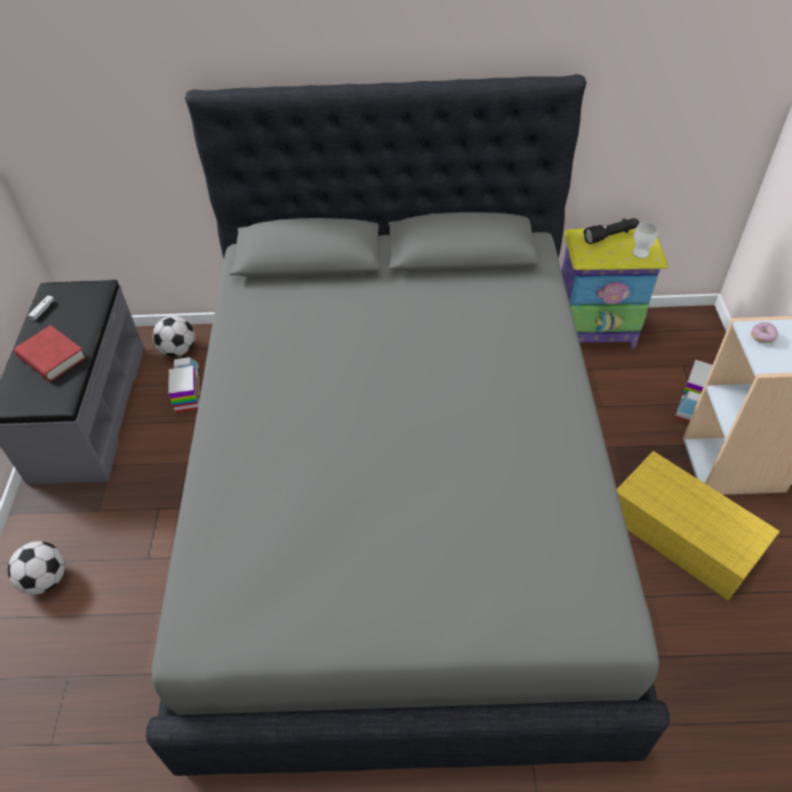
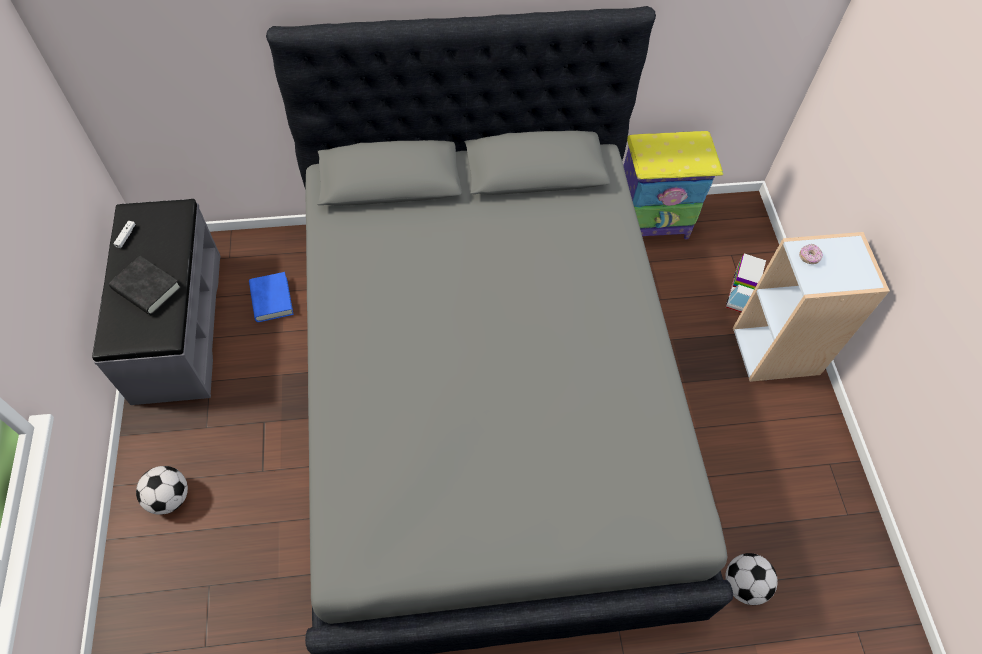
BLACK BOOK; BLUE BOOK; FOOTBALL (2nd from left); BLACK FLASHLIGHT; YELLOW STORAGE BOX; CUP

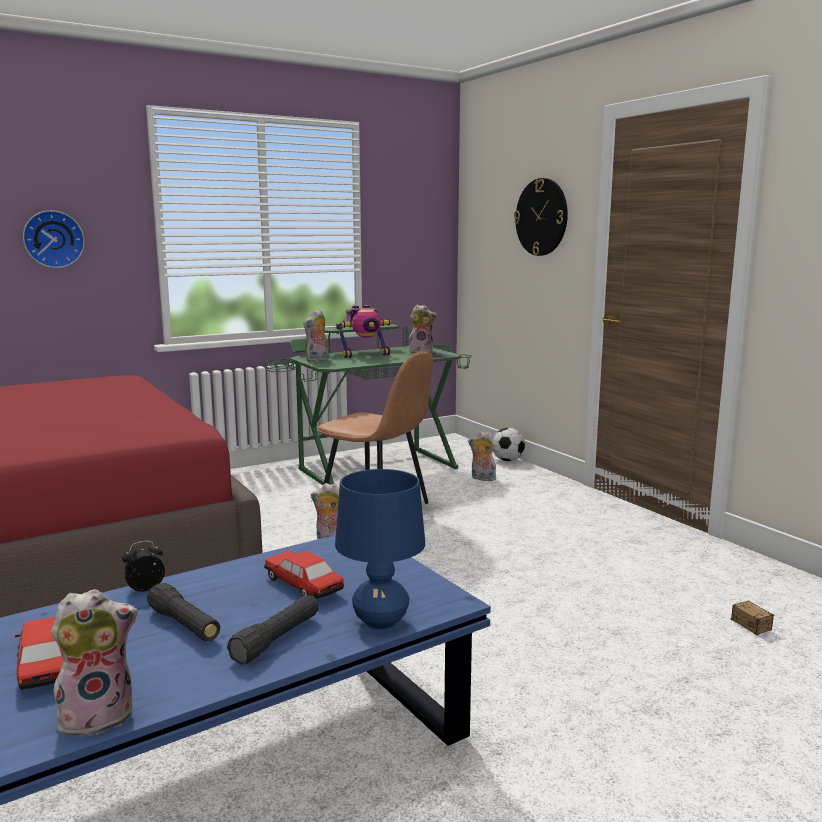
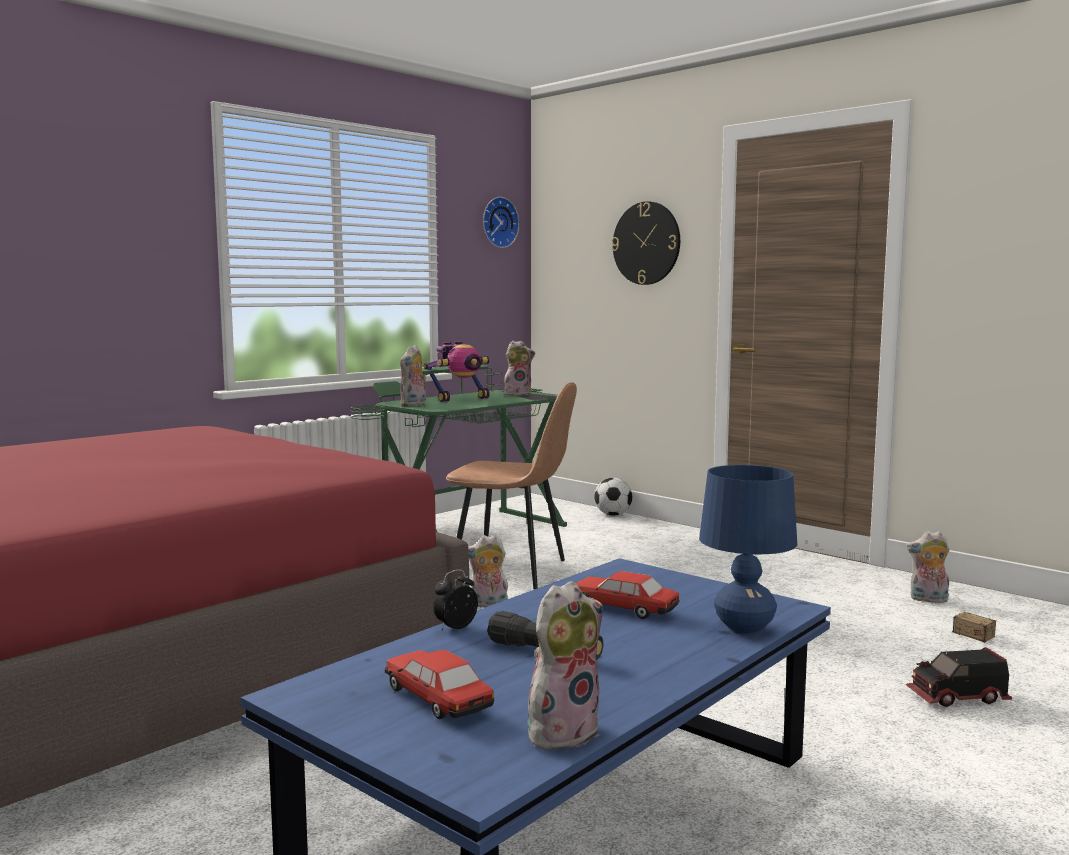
WALL CLOCK (1st from left); TOY TRUCK; PLUSH TOY (5th from left); BLACK FLASHLIGHT (2nd from left in the first image)

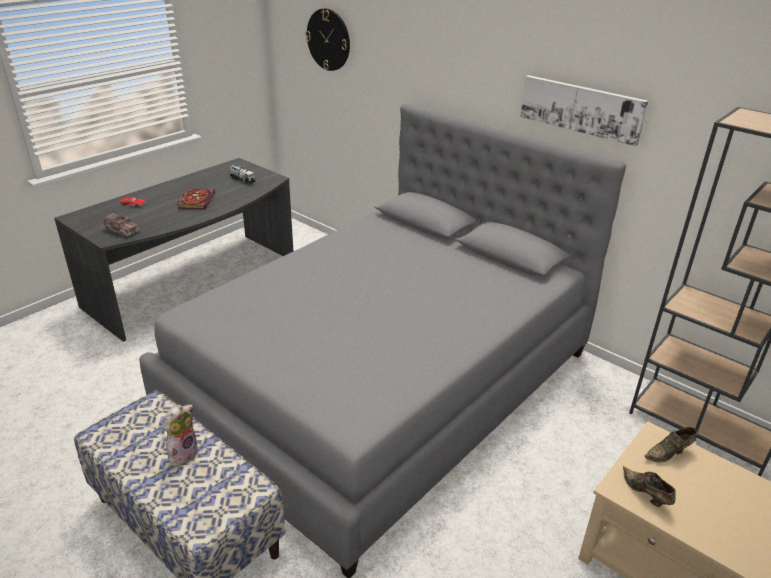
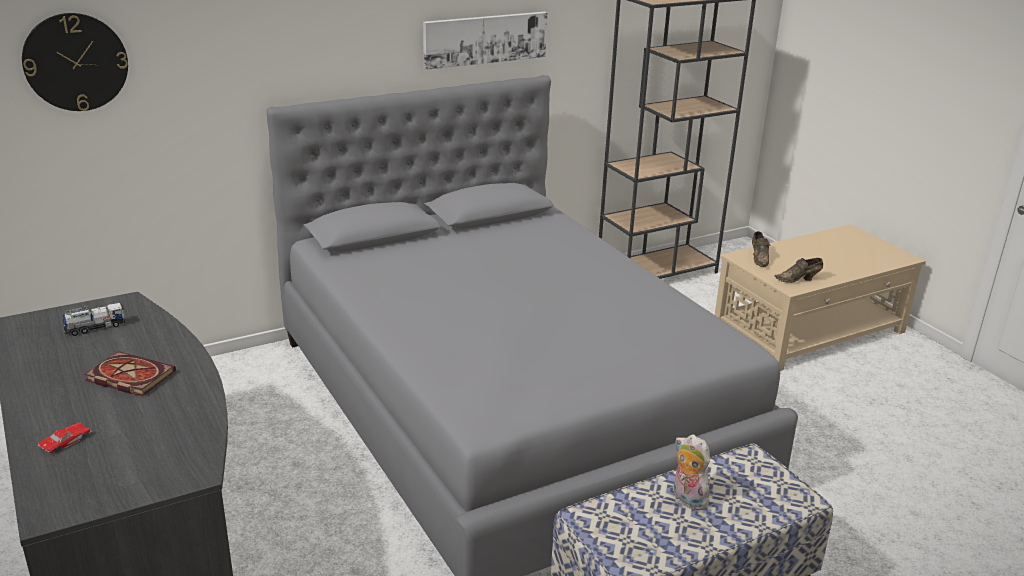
TOY TRUCK (1st from left in the first image)

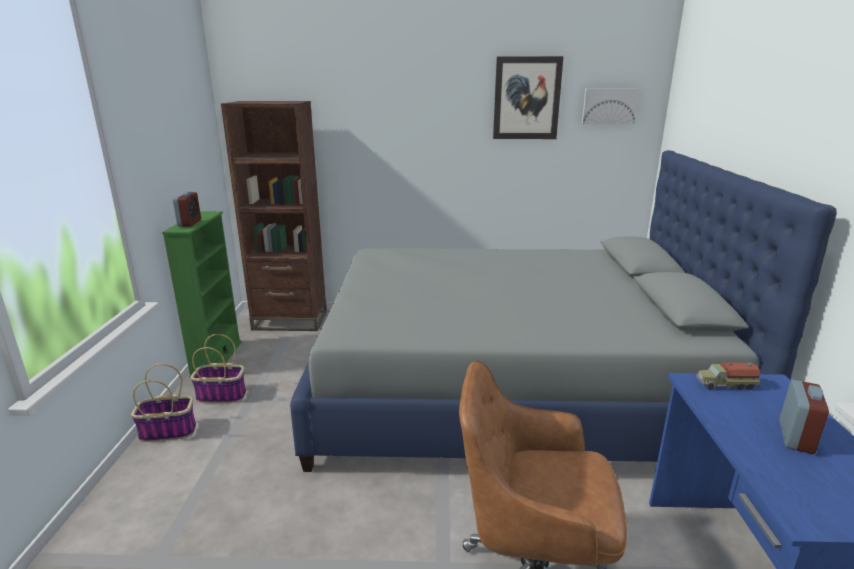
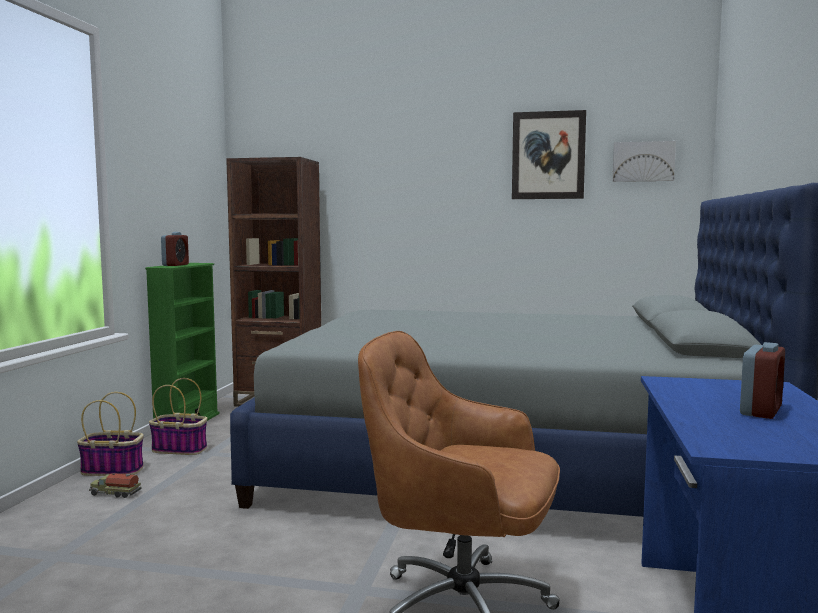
TOY TRUCK

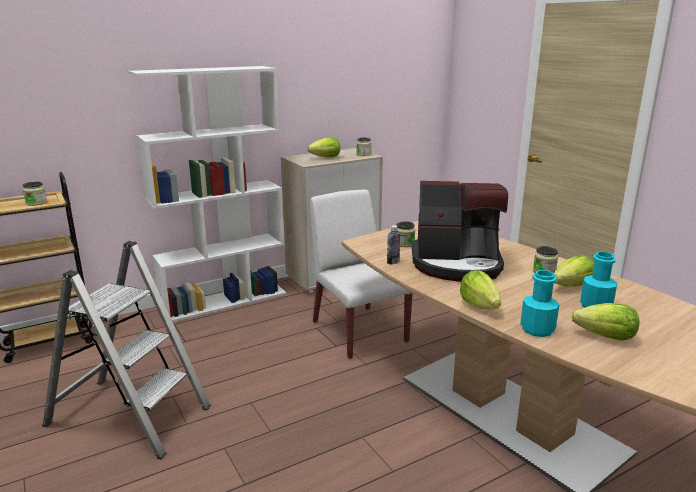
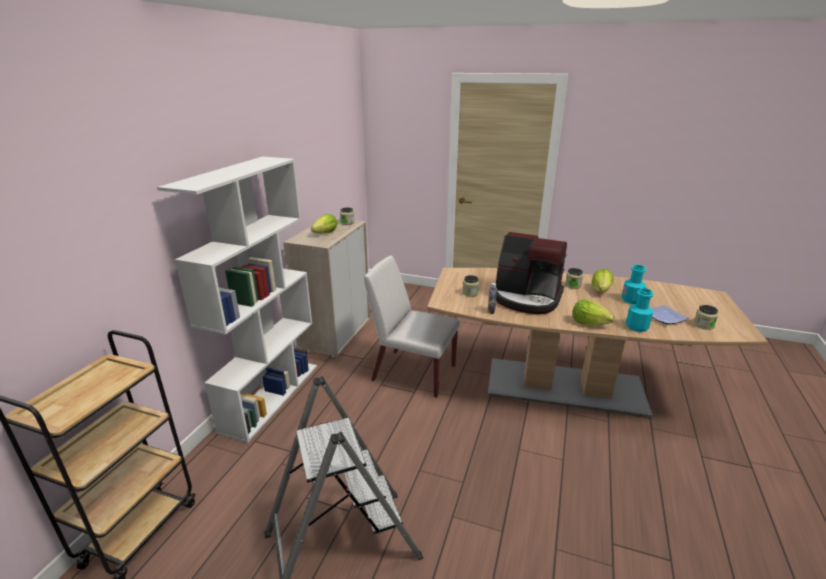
COFFEE MACHINE; PLATE; JAR (4th from left)

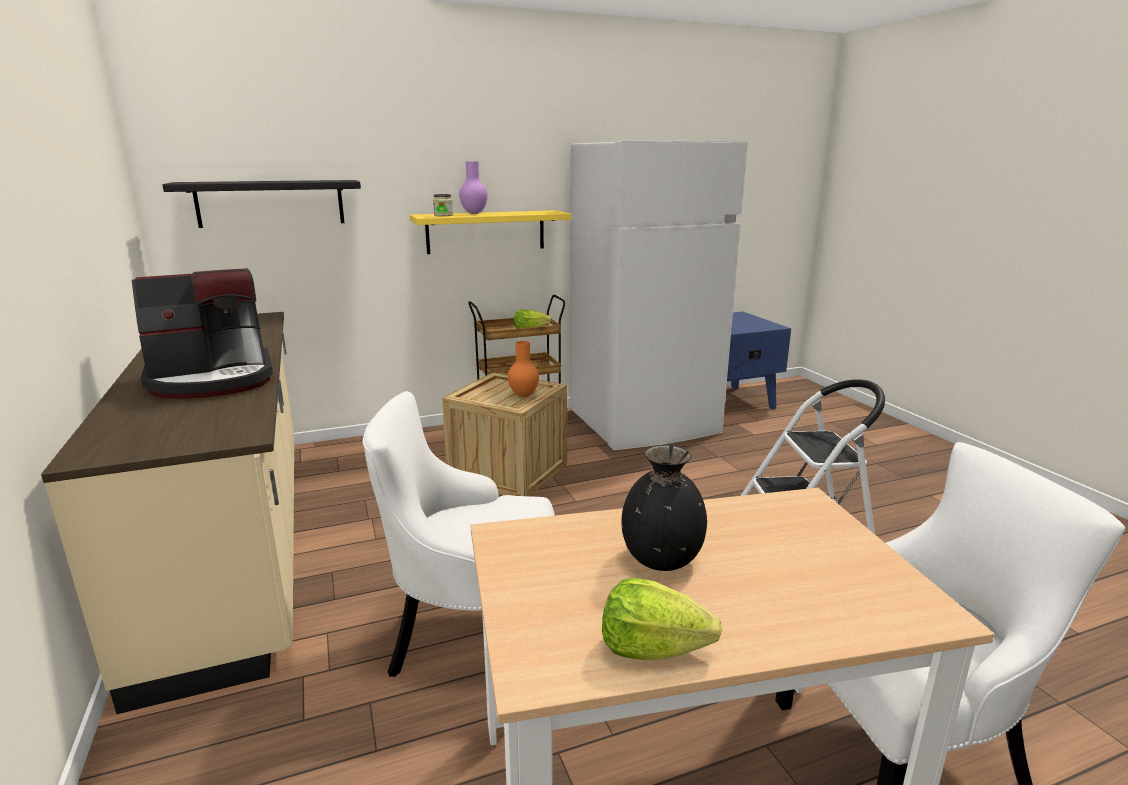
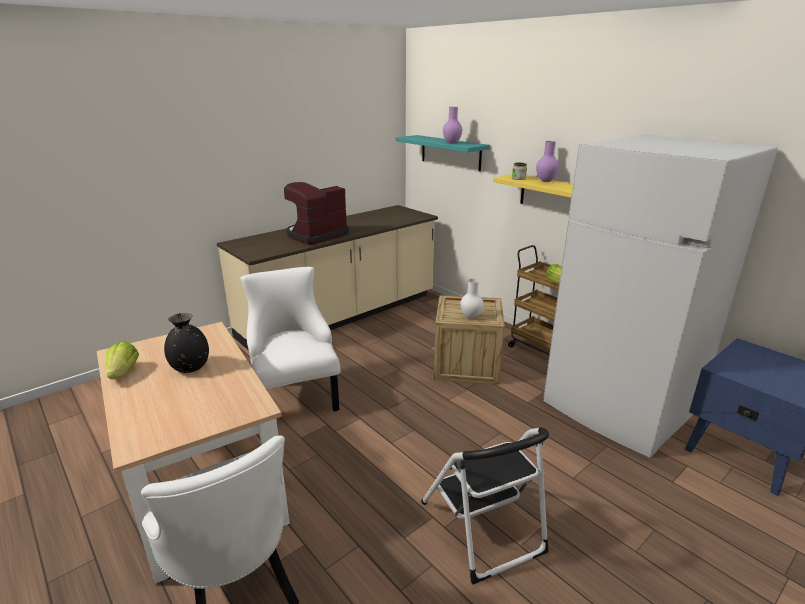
COFFEE MACHINE; TURQUOISE SHELF; PURPLE VASE (1st from left); WHITE VASE

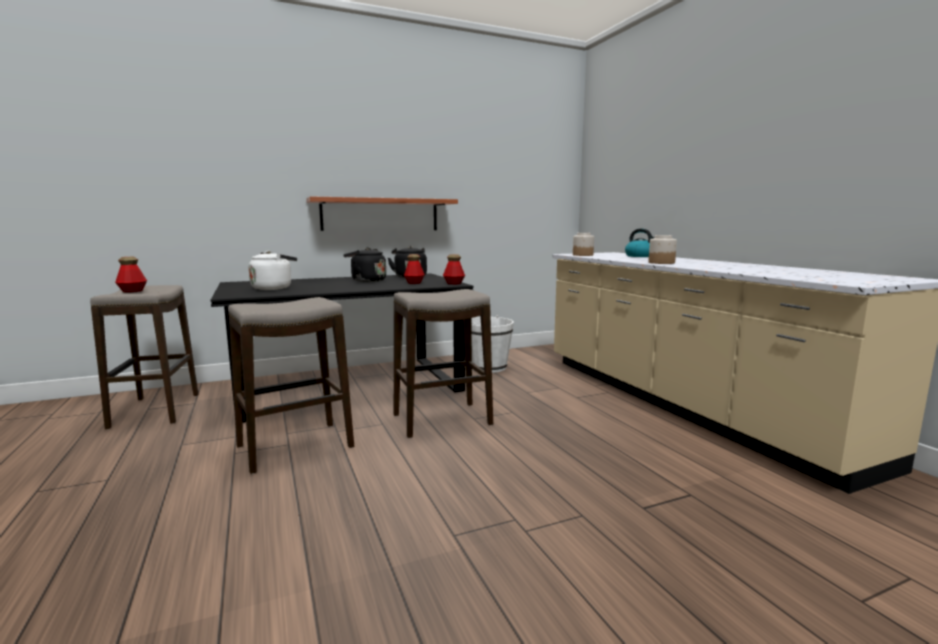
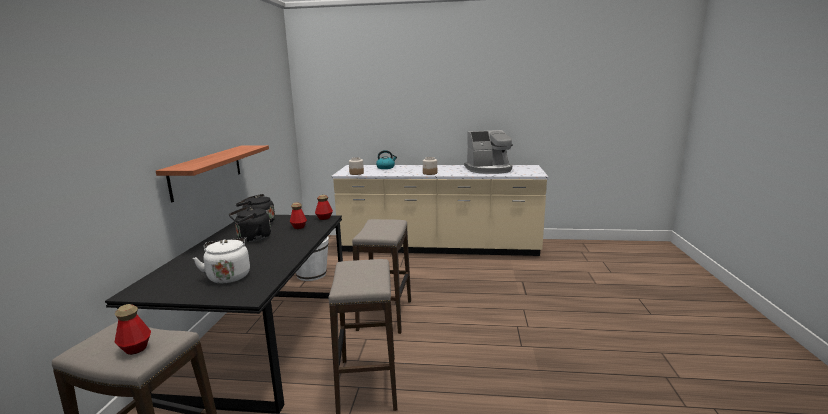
COFFEE MACHINE

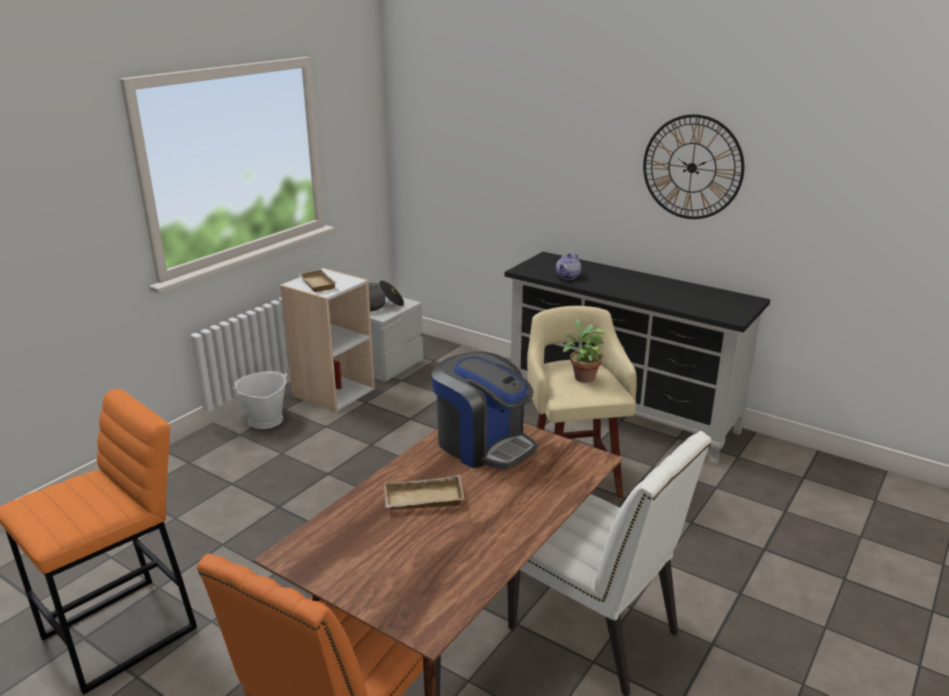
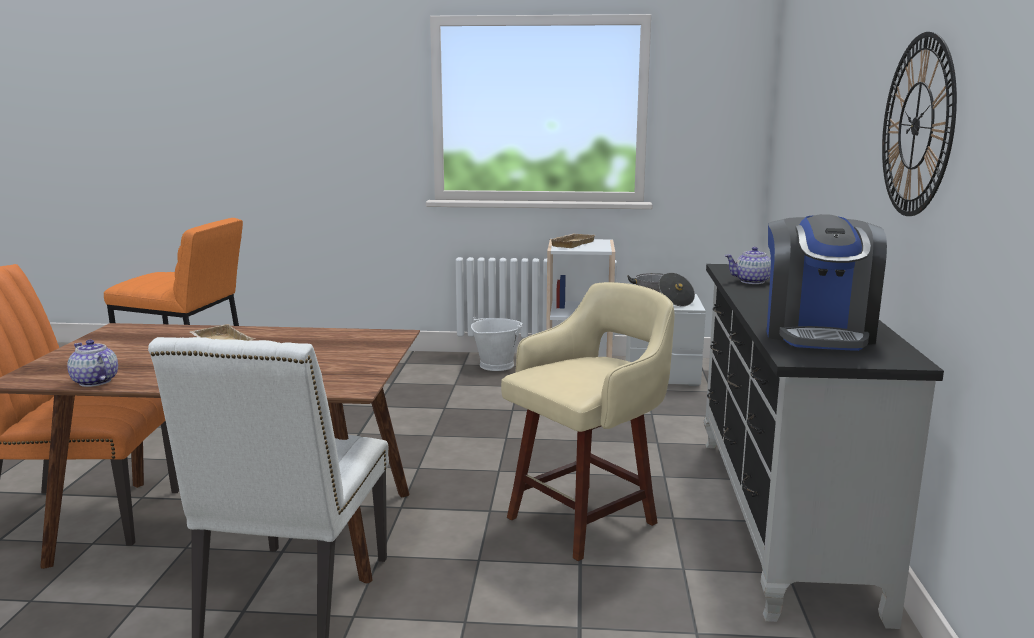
TEAPOT (1st from left); COFFEE MACHINE; POTTED PLANT

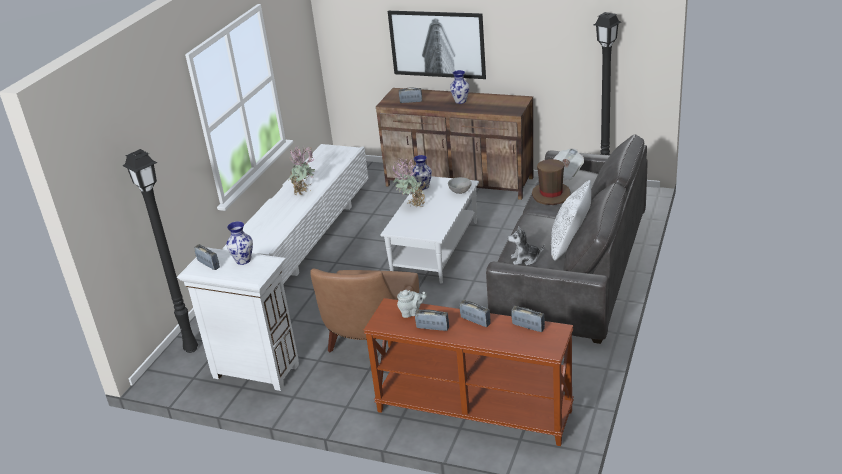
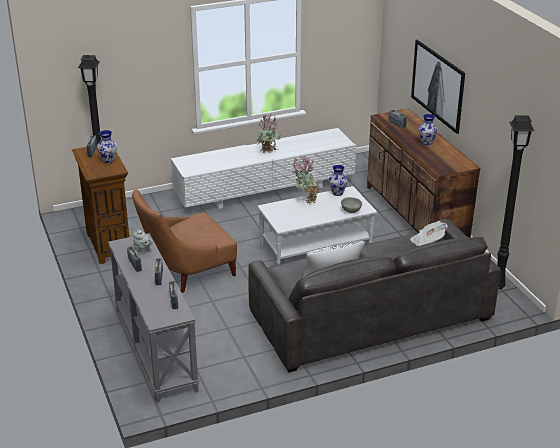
BROWN CABINET (1st from left); GREY CONSOLE TABLE; PLUSH TOY; BROWN HAT

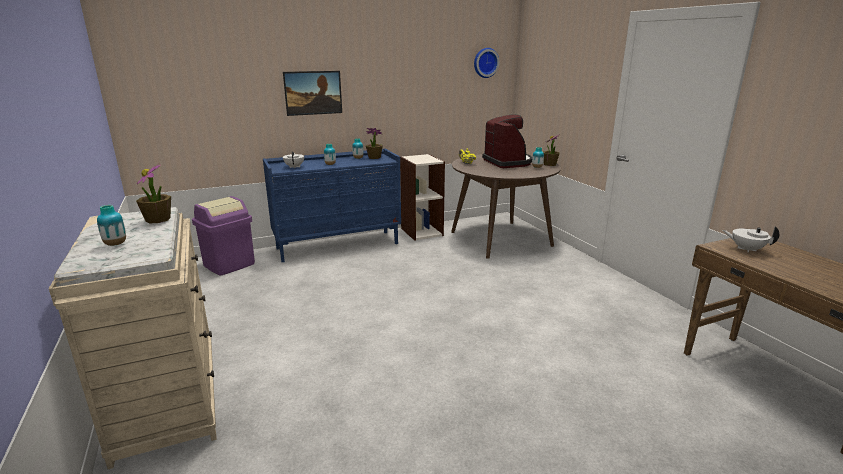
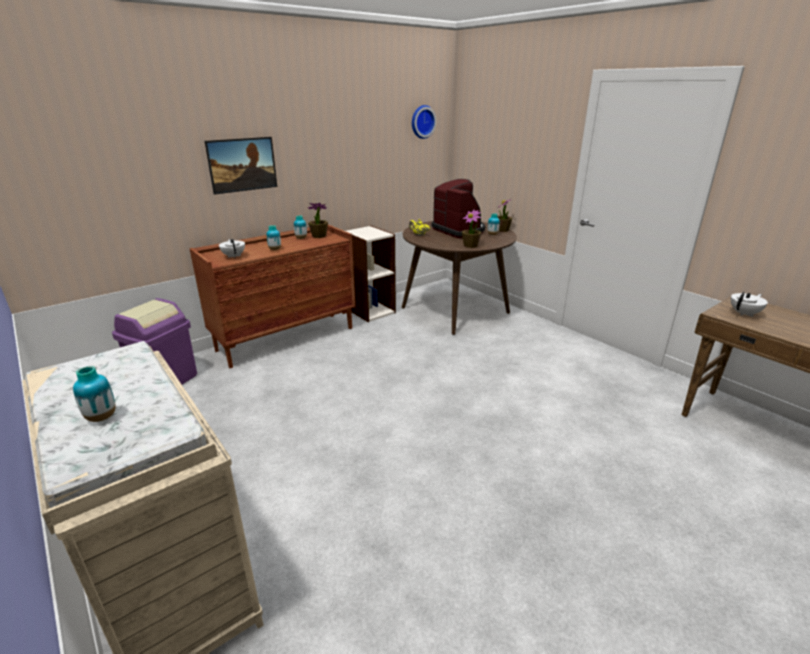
BROWN CABINET; POTTED PLANT (2nd from left); WHITE TEAPOT (2nd from left)

